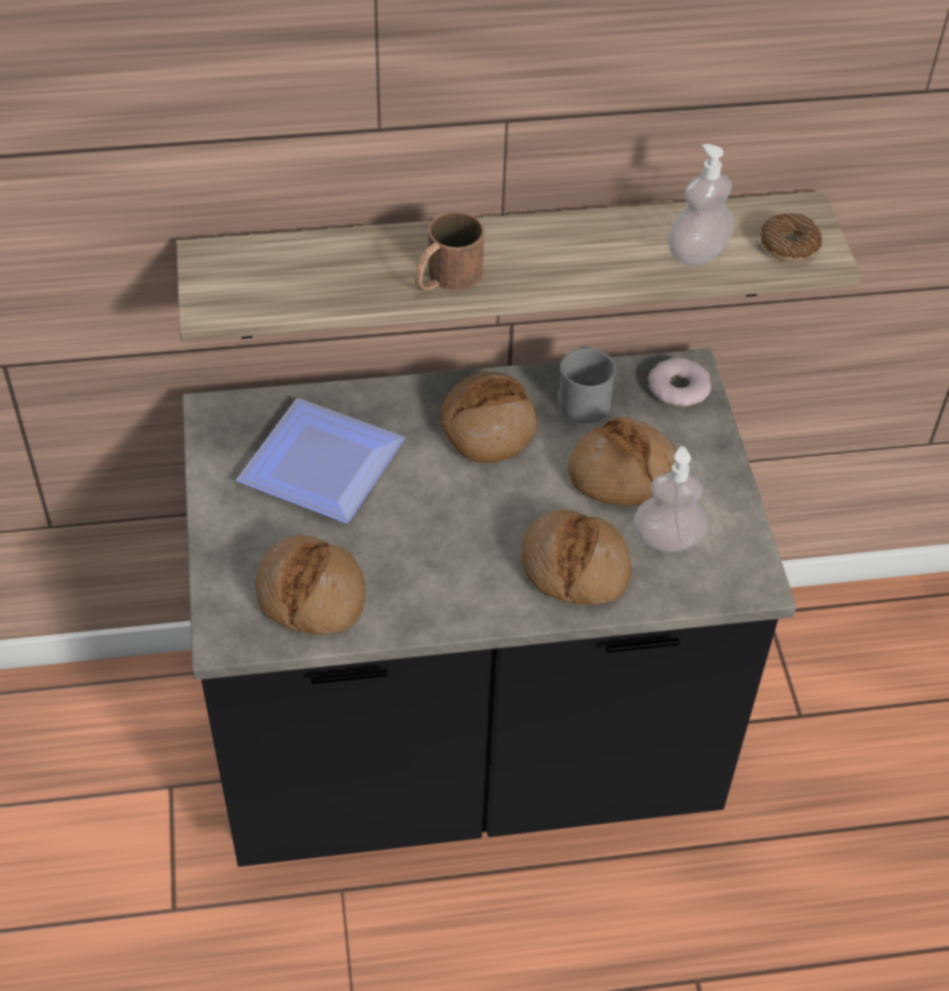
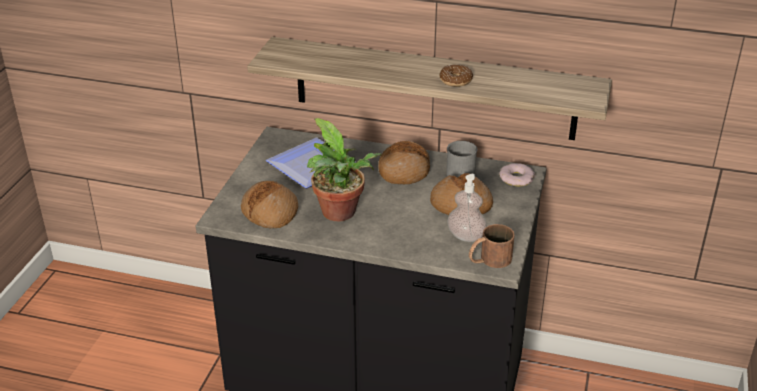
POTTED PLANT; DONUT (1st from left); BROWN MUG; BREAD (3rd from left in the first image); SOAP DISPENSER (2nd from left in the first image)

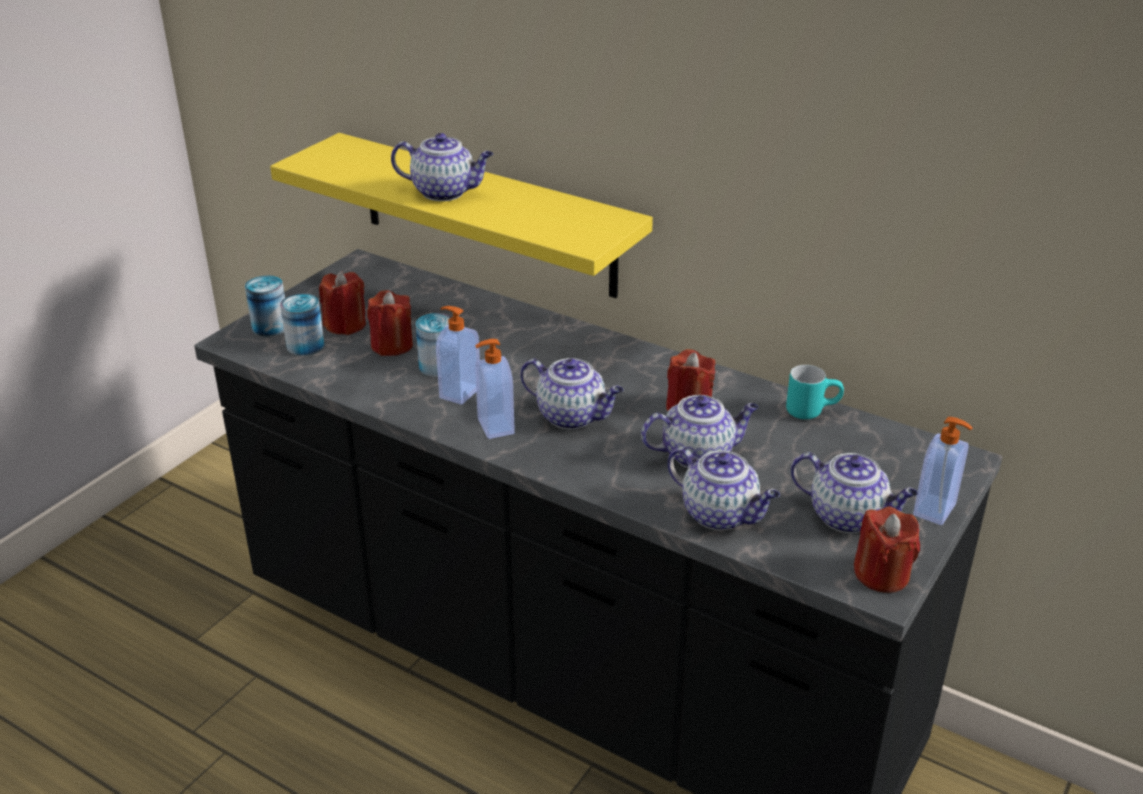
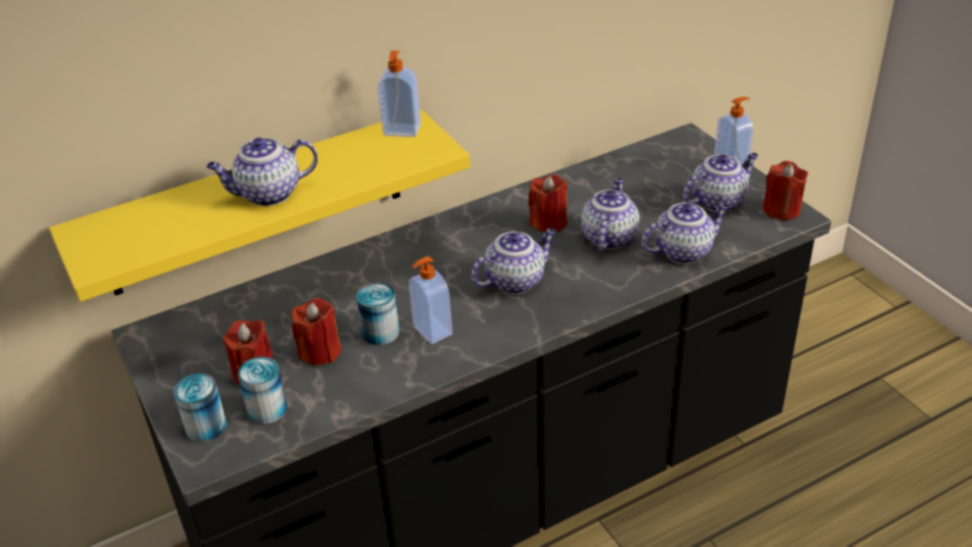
TEAPOT (1st from left); SOAP DISPENSER (1st from left); TURQUOISE MUG

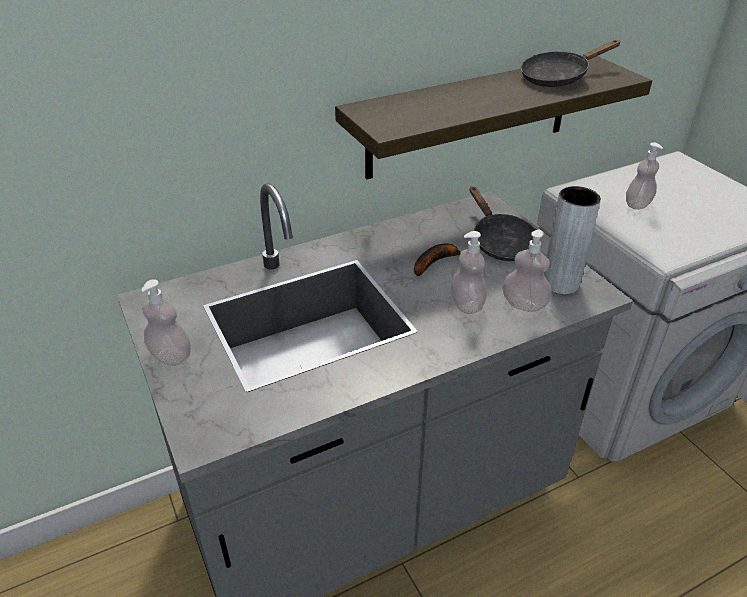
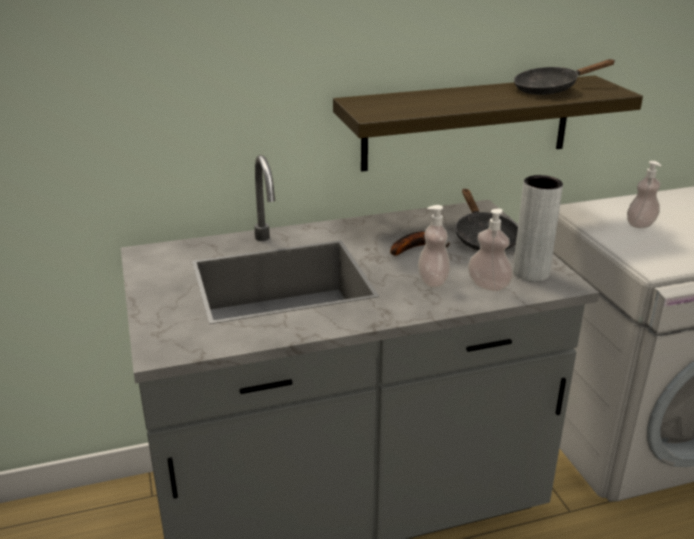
SOAP DISPENSER (1st from left in the first image)

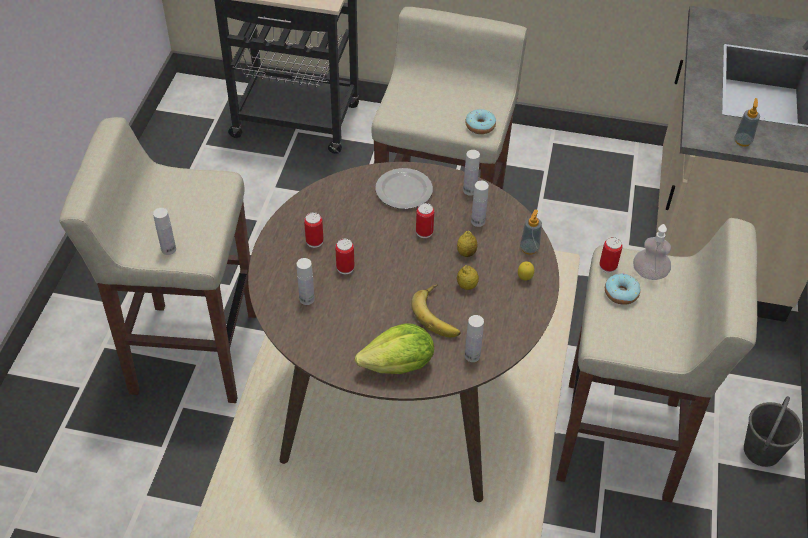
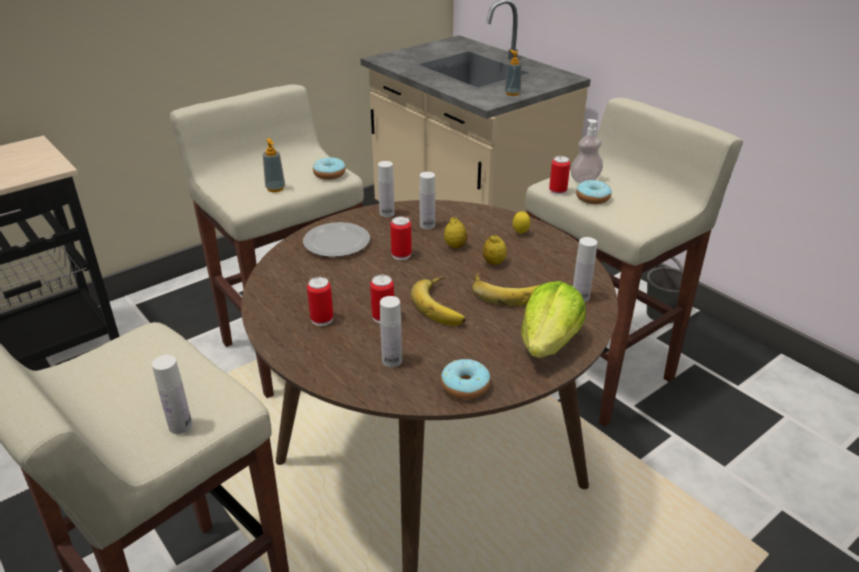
SOAP DISPENSER (1st from left); BANANA (1st from left); DONUT (2nd from left)

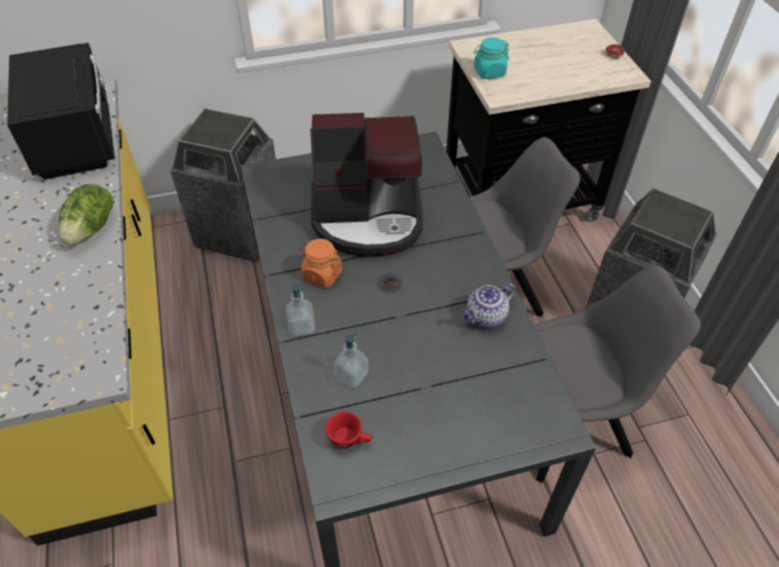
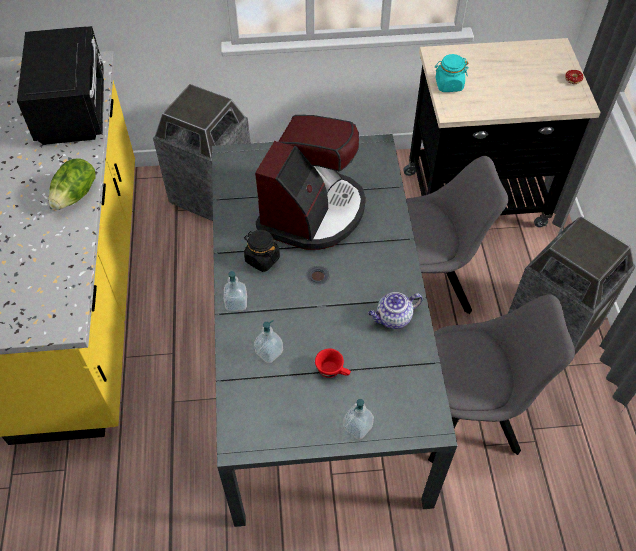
BLACK JAR; COFFEE MACHINE; RED CUP; SOAP DISPENSER (3rd from left)

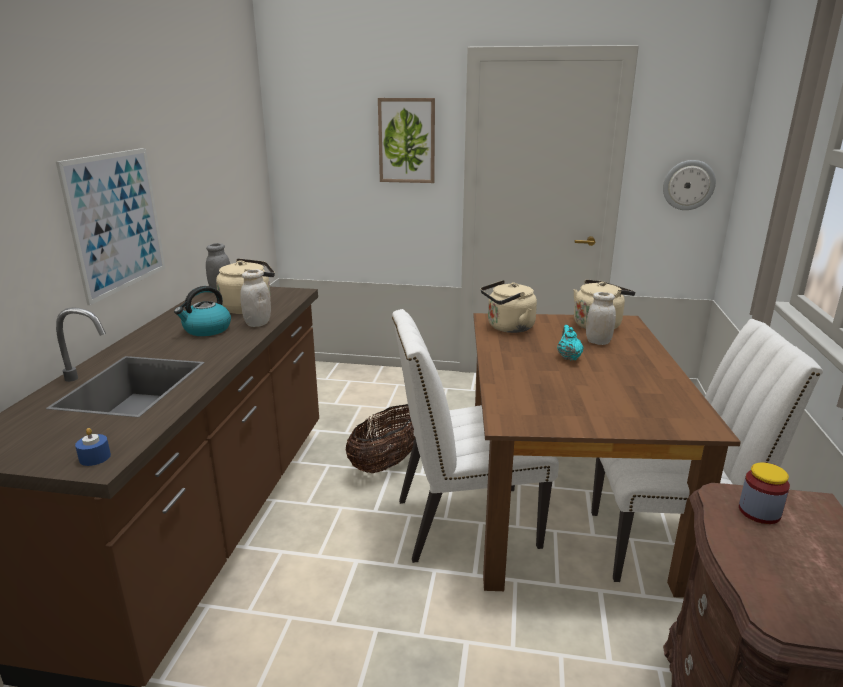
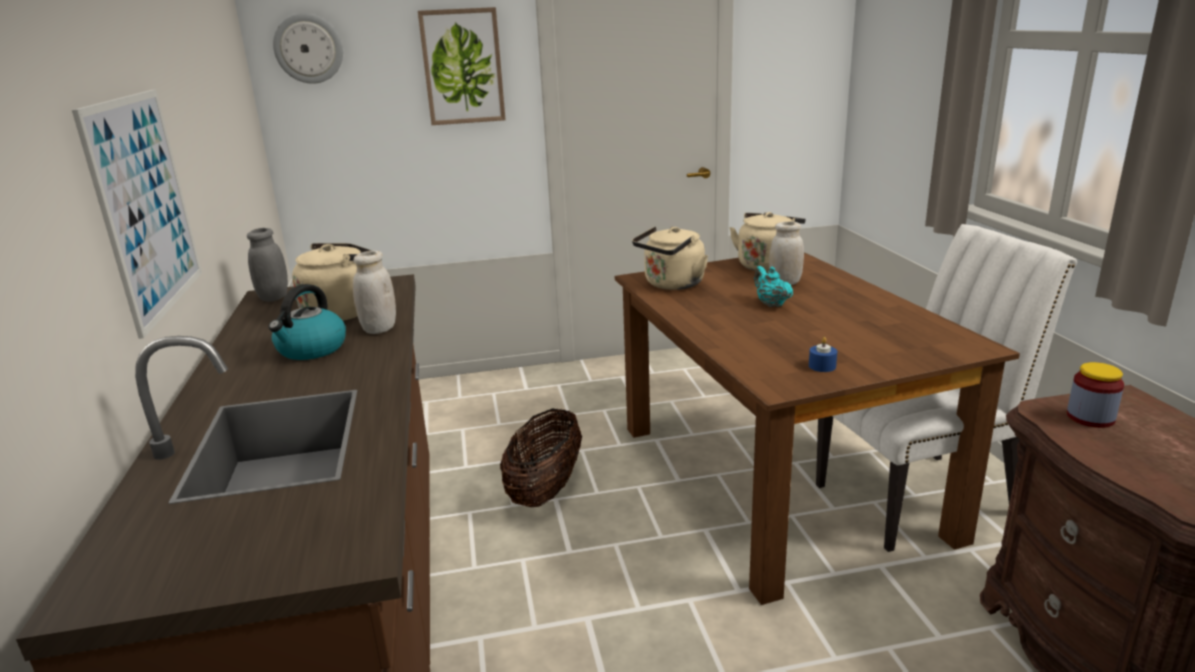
WALL CLOCK; BLUE CANDLE; WHITE CHAIR (1st from left in the first image)

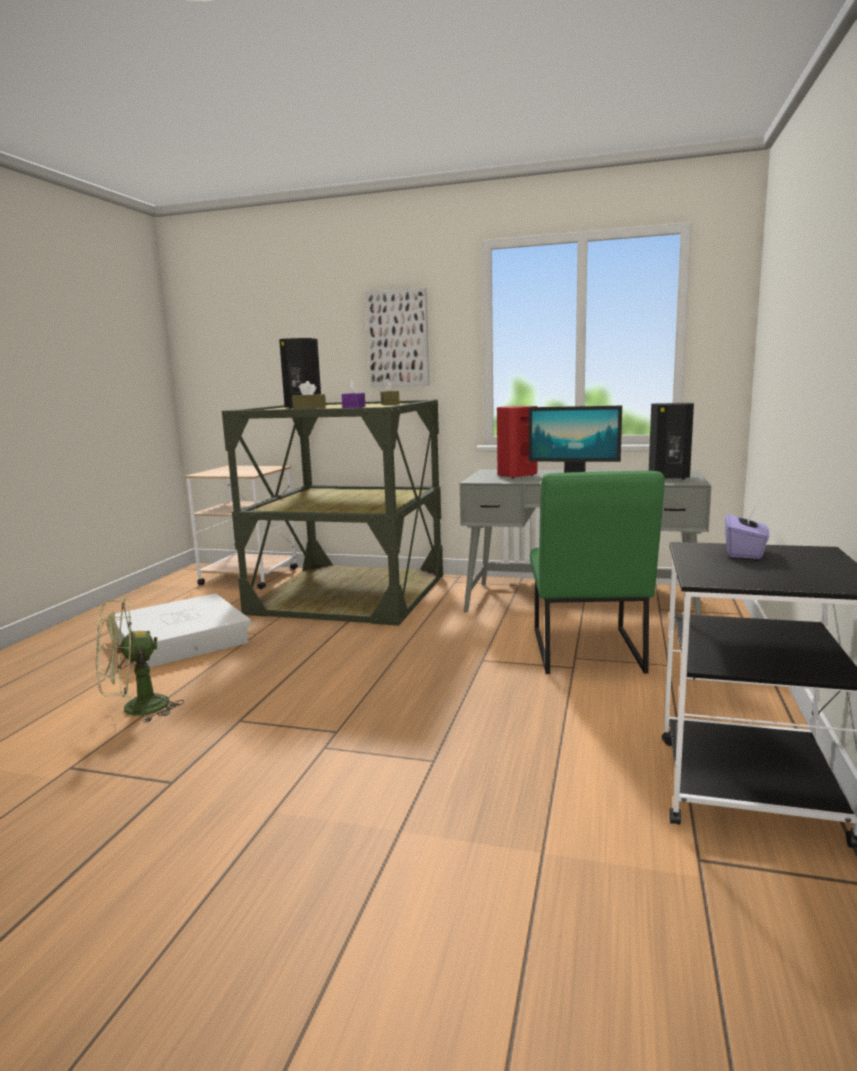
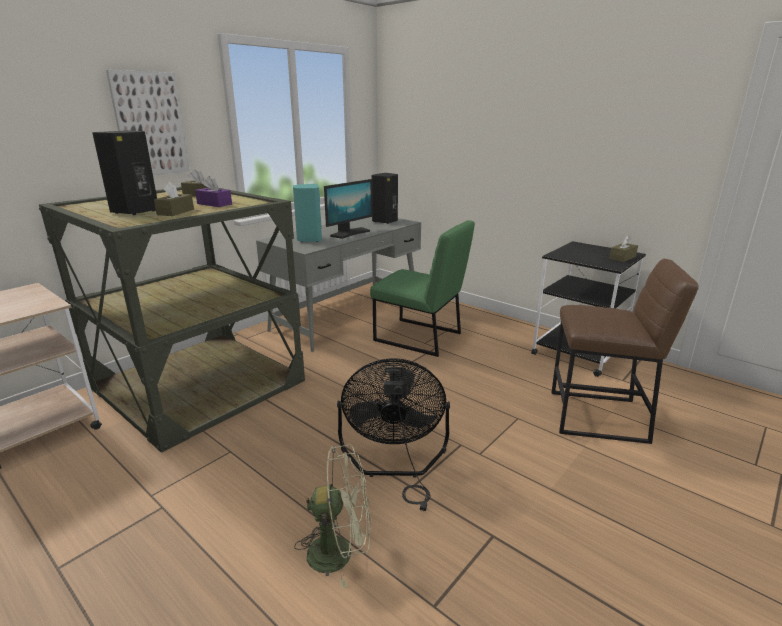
TURQUOISE SPEAKER; GREEN FAN; BLACK FAN; BROWN CHAIR; BROWN TISSUE BOX (3rd from left); WHITE STORAGE BOX; PURPLE TISSUE BOX (2nd from left in the first image)

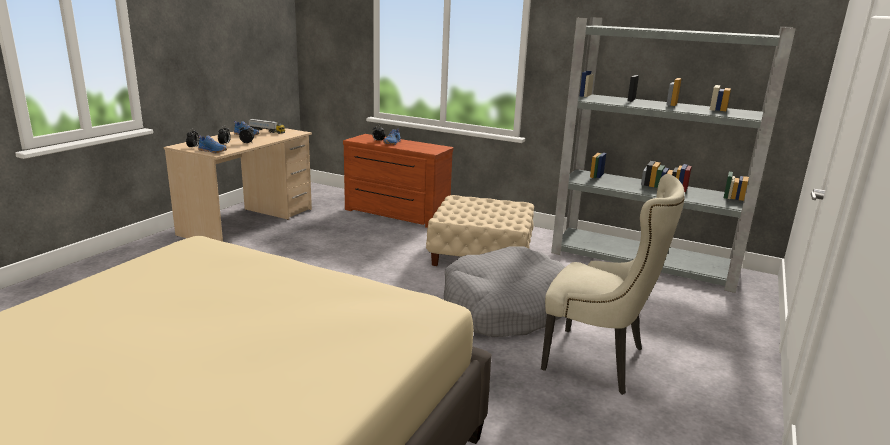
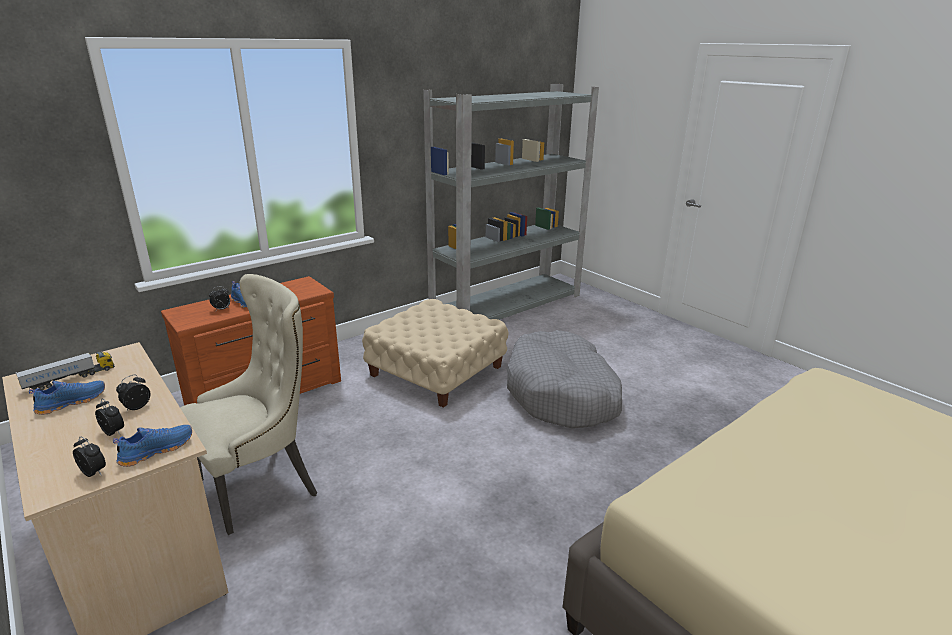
BEIGE CHAIR

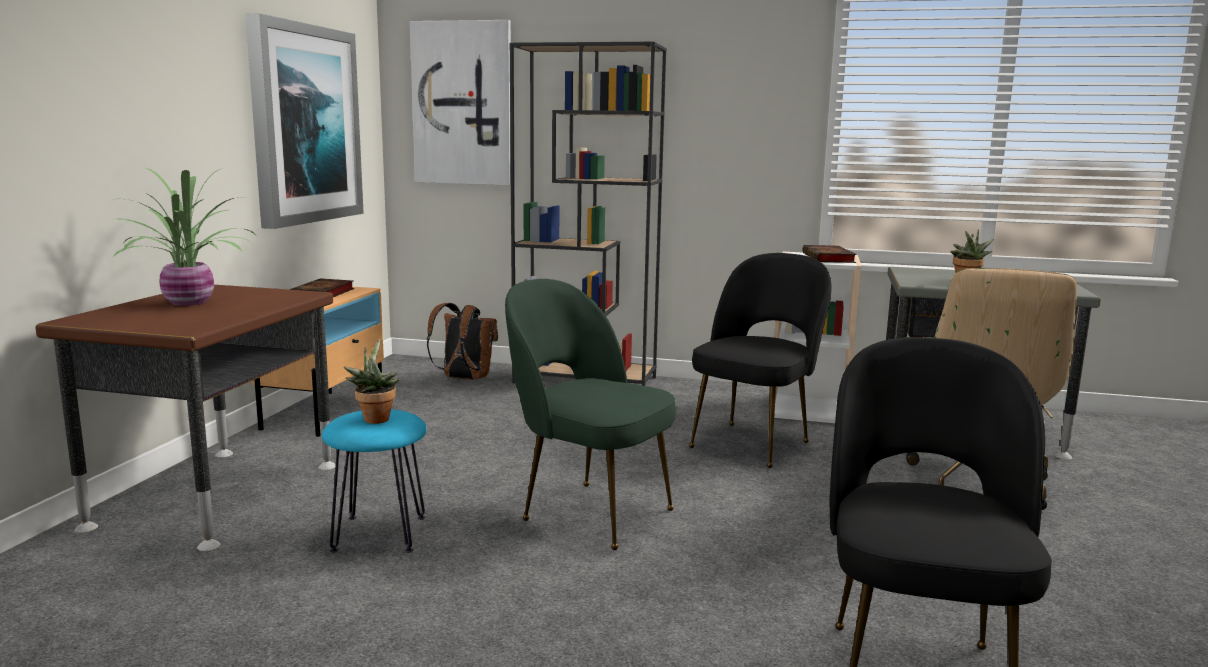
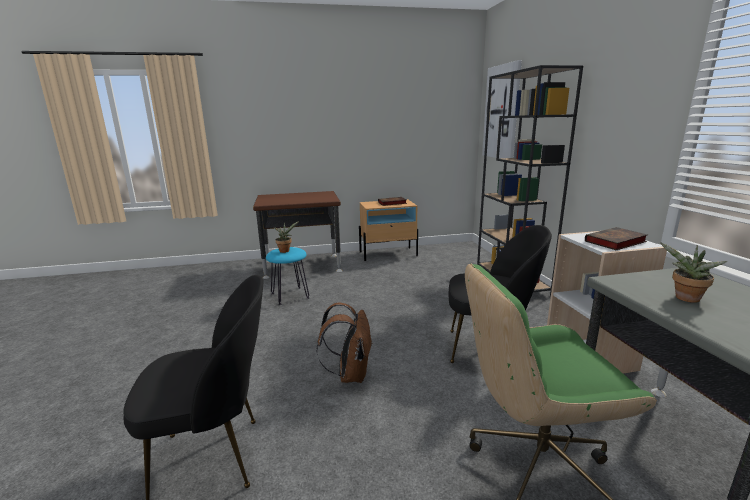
BROWN BACKPACK; POTTED PLANT (1st from left in the first image); PICTURE (1st from left in the first image); GREEN CHAIR

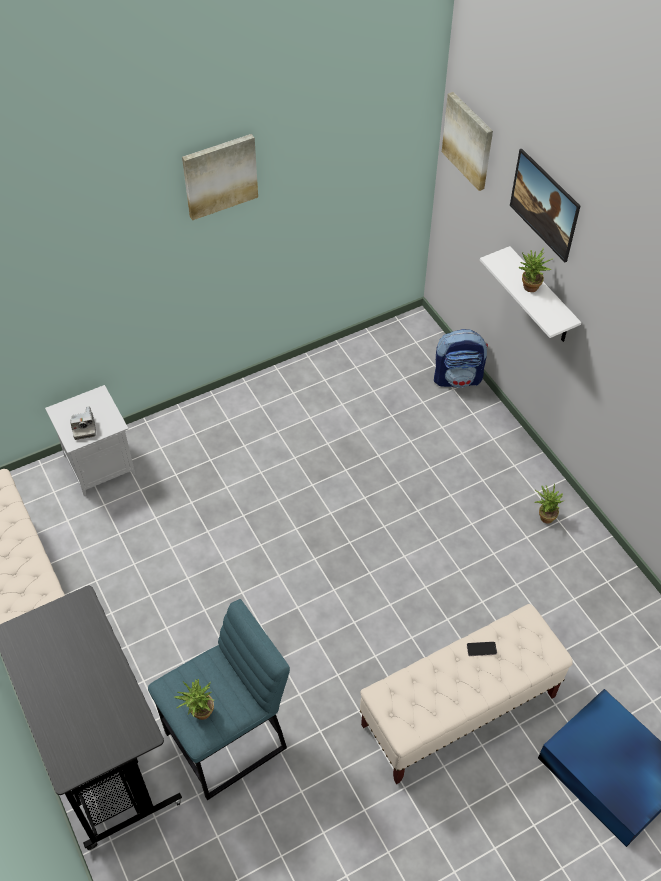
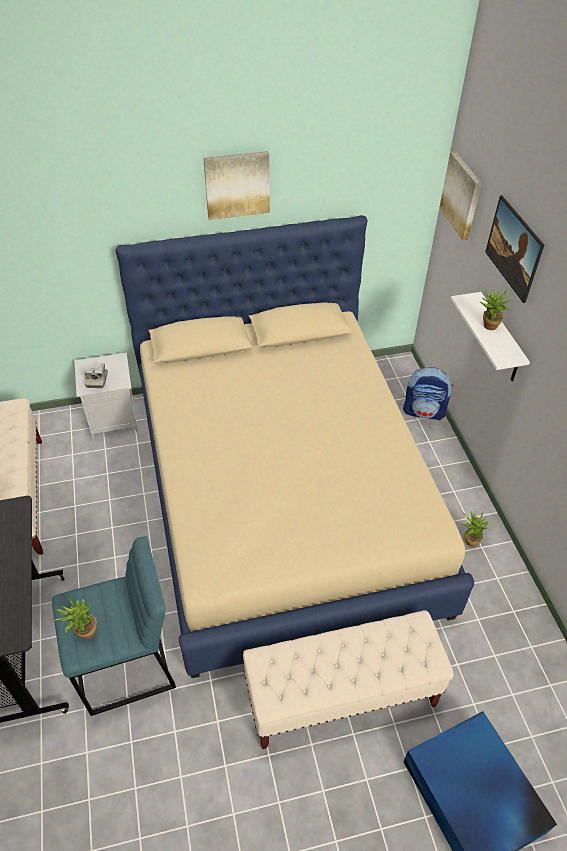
BEIGE BED; PHONE

